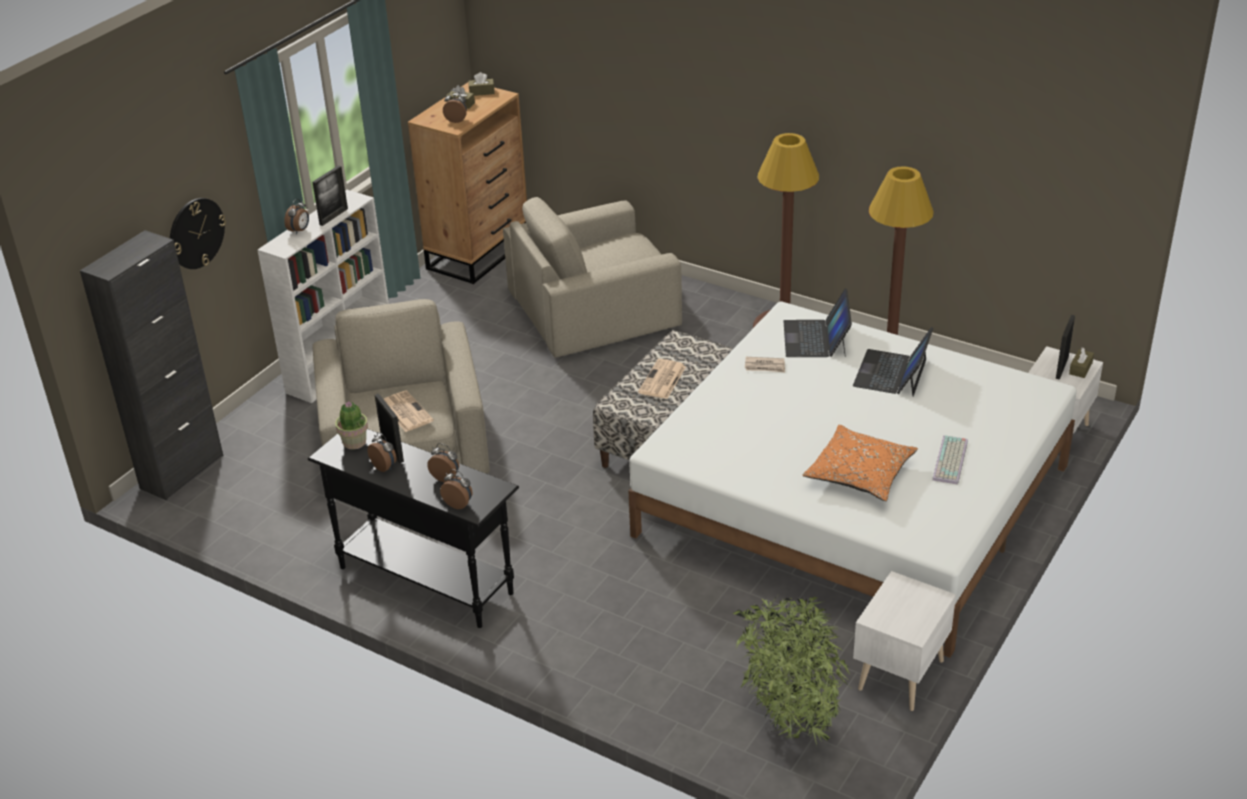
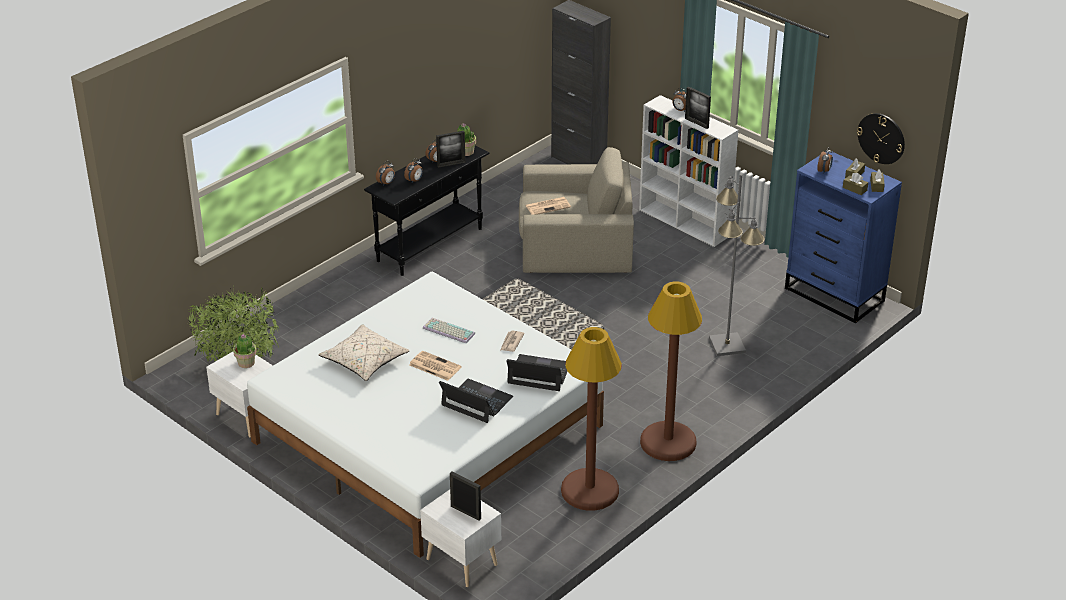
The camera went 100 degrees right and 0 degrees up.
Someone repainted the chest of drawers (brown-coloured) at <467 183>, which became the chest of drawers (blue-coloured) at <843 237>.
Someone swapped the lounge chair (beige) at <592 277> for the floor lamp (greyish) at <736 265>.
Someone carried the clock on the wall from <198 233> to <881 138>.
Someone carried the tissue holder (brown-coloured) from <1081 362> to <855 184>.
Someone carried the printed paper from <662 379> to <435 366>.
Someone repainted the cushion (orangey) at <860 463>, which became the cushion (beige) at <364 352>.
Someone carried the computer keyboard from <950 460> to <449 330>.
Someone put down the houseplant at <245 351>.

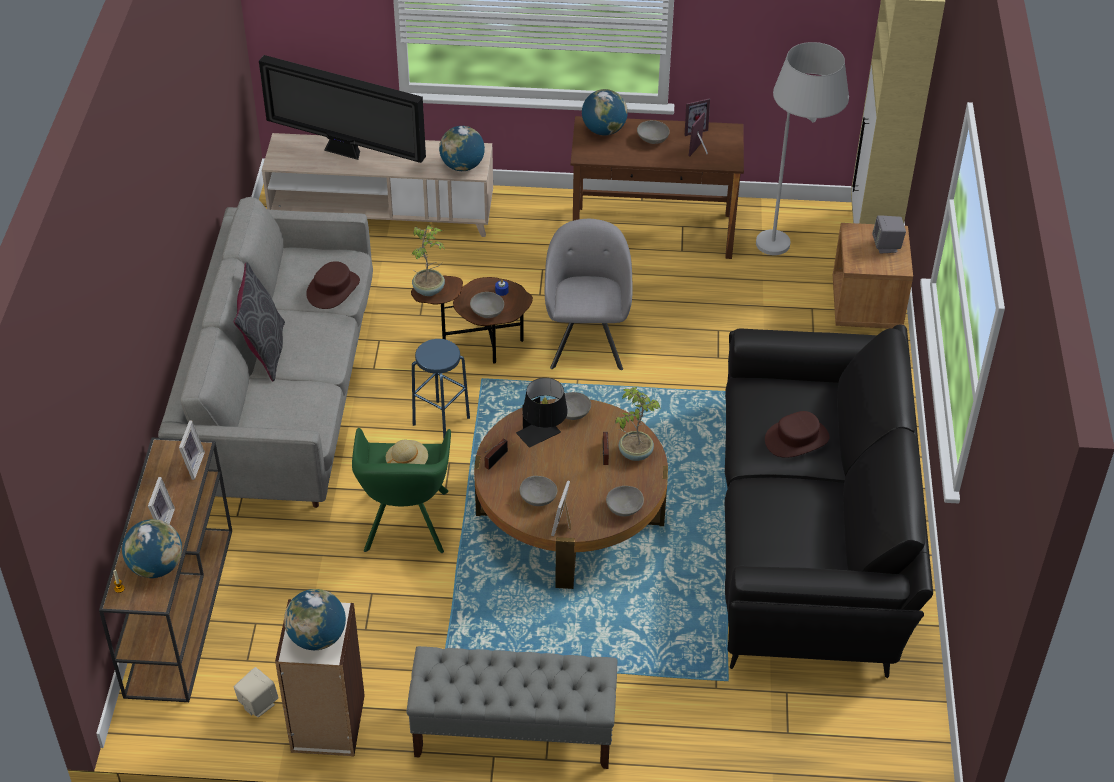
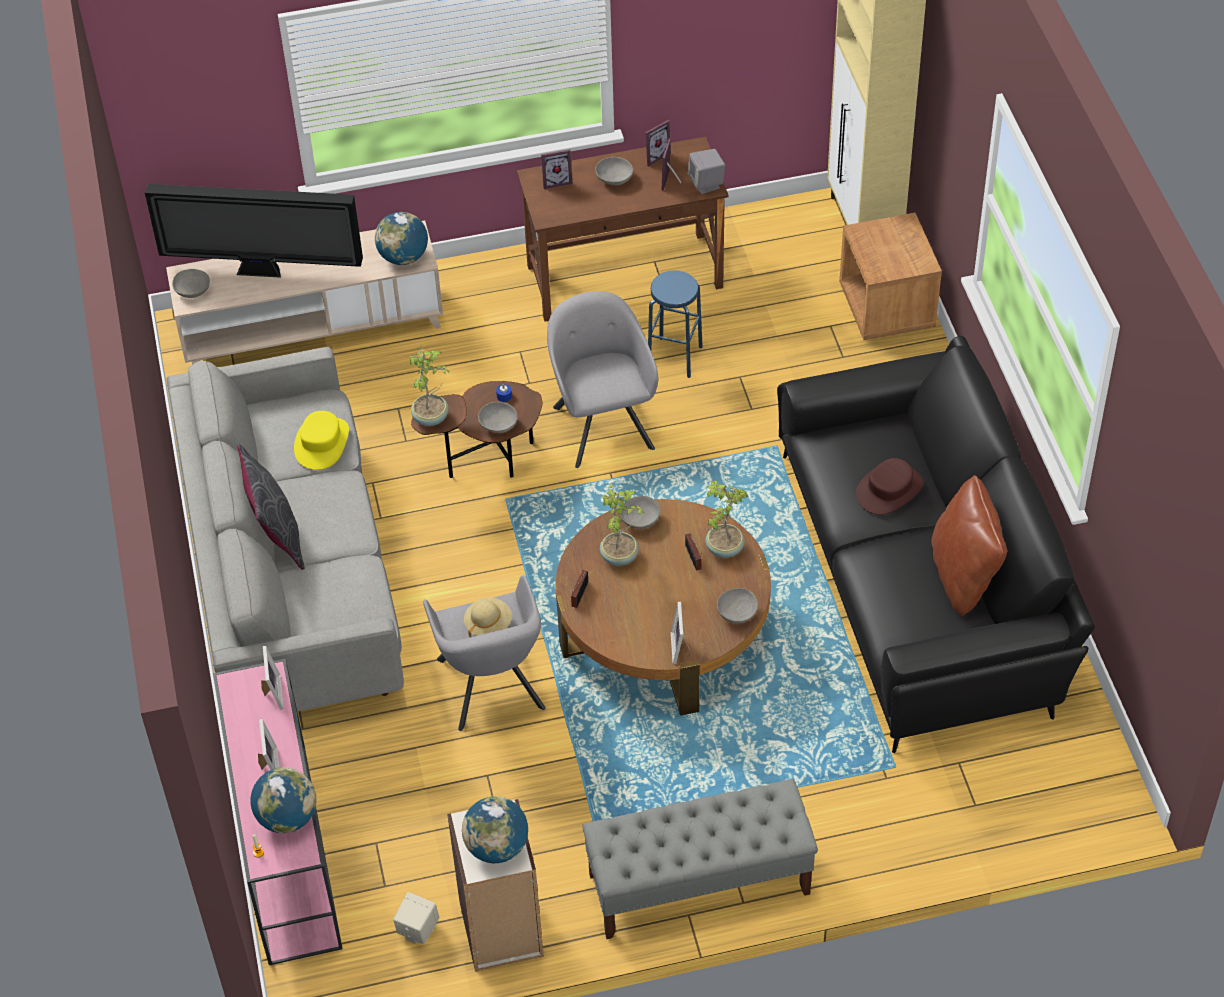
The camera went 15 degrees left and 5 degrees up.
Someone took away the floor lamp (whitish) at <802 148>.
Someone swapped the desk globe at <605 112> for the standing frame at <556 169>.
Someone carried the audio speaker (greyish) from <889 234> to <706 171>.
Someone repainted the hat (brown-coloured) at <333 285>, which became the hat (yellow-coloured) at <321 440>.
Someone carried the stool (blue-coloured) from <441 389> to <675 324>.
Someone swapped the lamp for a table (black) at <542 413> for the houseplant at <622 525>.
Someone repainted the lounge chair (green) at <401 490>, which became the lounge chair (greyish) at <484 653>.
Someone repainted the narrow table (brown-coloured) at <165 570>, which became the narrow table (pinkish) at <278 812>.
Someone carried the serving bowl (greyish) from <538 491> to <191 283>.
Someone put down the cushion (brown-coloured) at <969 545>.

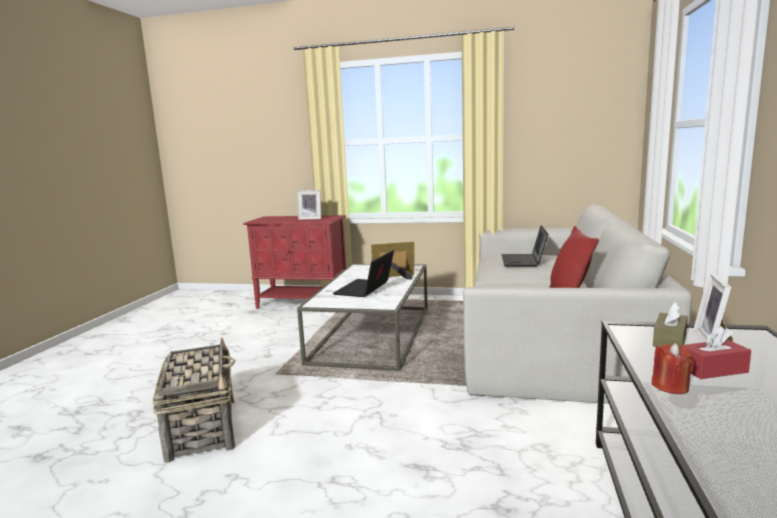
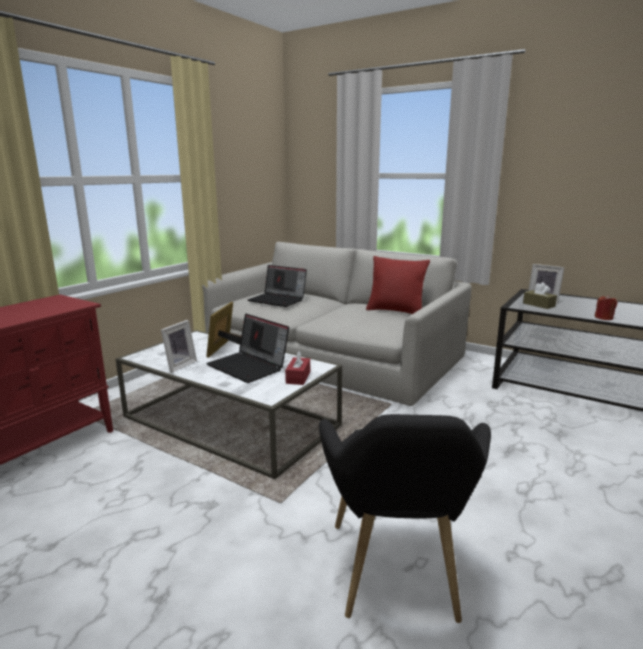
The camera went 70 degrees left and 5 degrees up.
Someone carried the standing frame from <309 205> to <179 346>.
Someone carried the tissue holder (reddish) from <717 352> to <297 367>.
Someone swapped the storage basket at <193 400> for the lounge chair (black) at <405 518>.

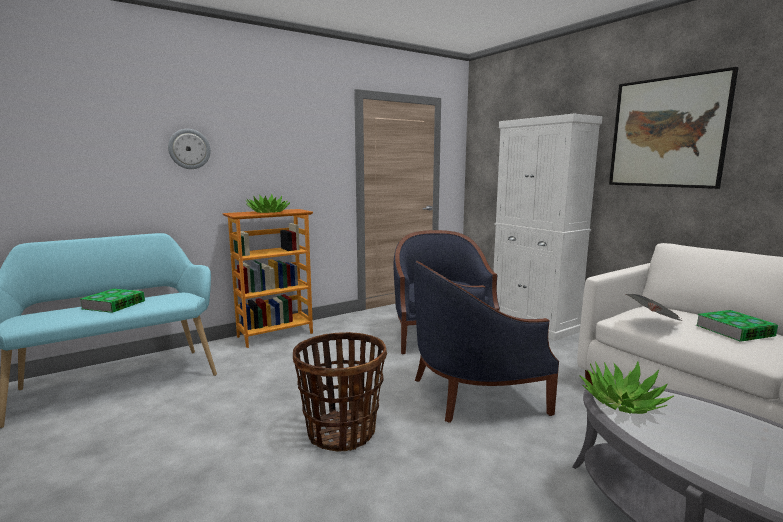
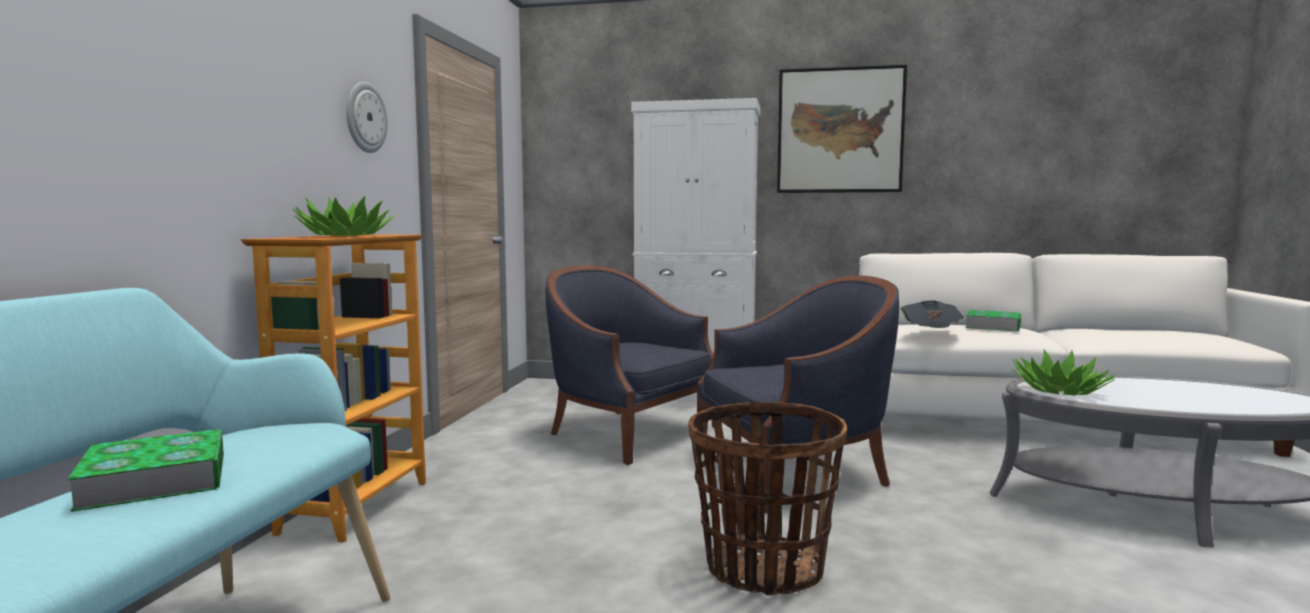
The camera went 45 degrees left and 5 degrees down.
Someone carried the clock on the wall from <189 149> to <367 117>.
Someone rotated the lounge chair (blue-coloured) at <486 342> by 135 degrees counterclockwise.

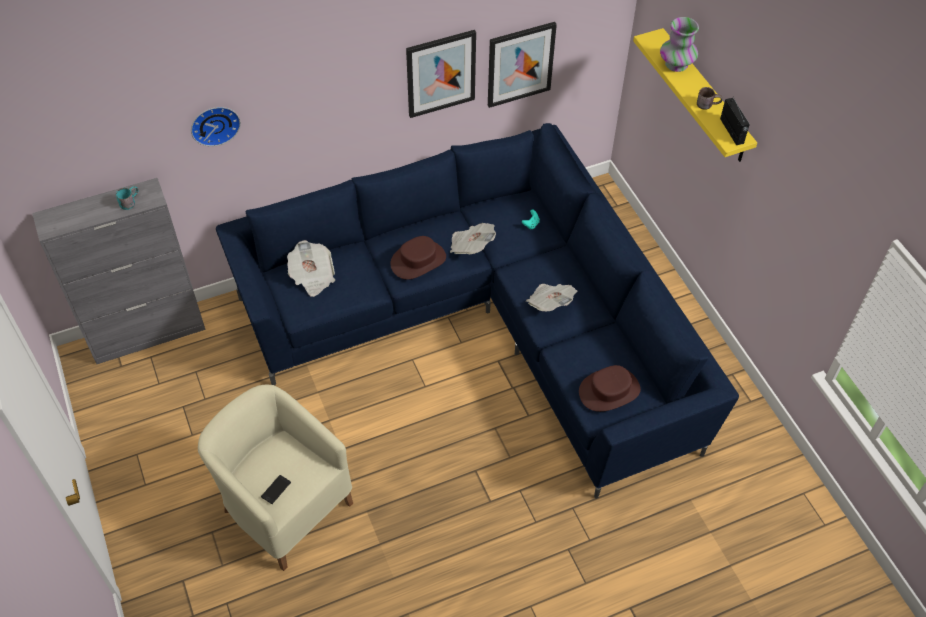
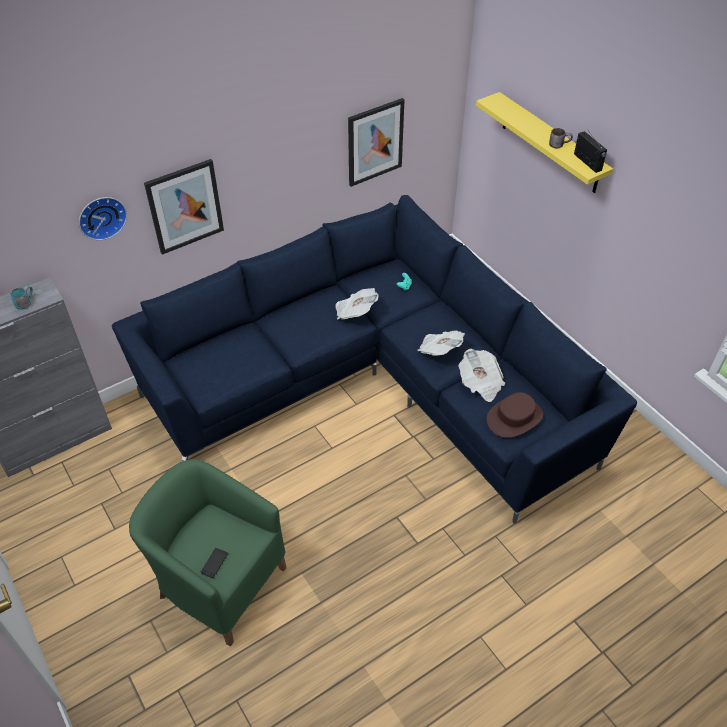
The camera went 10 degrees left and 5 degrees down.
Someone took away the flower vase at <679 44>.
Someone carried the wall art from <441 74> to <184 207>.
Someone took away the hat (brown-coloured) at <418 258>.
Someone carried the printed paper from <311 268> to <482 375>.
Someone repainted the lounge chair (beige) at <275 478>, which became the lounge chair (green) at <208 553>.

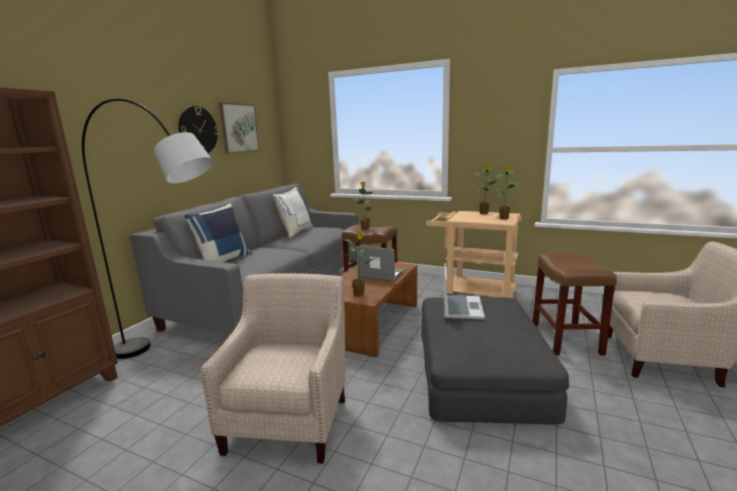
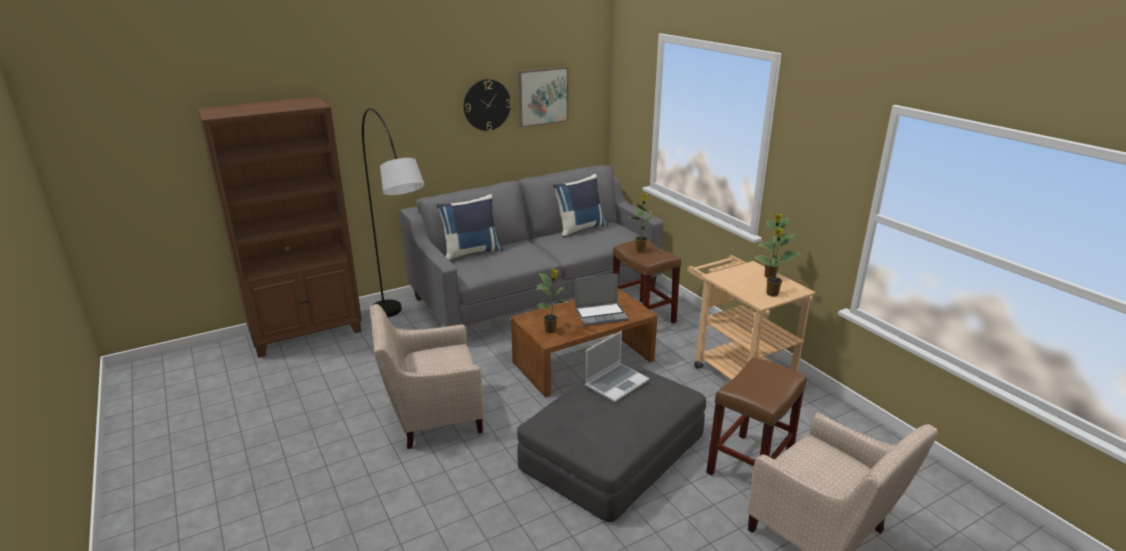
The camera went 35 degrees right and 10 degrees up.
Someone repainted the cushion (whitish) at <293 212>, which became the cushion (blue-coloured) at <580 206>.
Someone rotated the notebook computer at <380 263> by 105 degrees clockwise.
Someone rotated the lounge chair (beige) at <273 368> by 150 degrees counterclockwise.

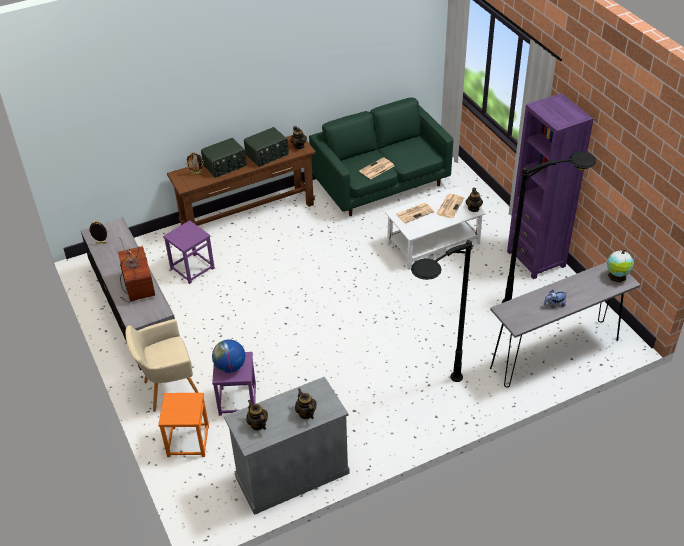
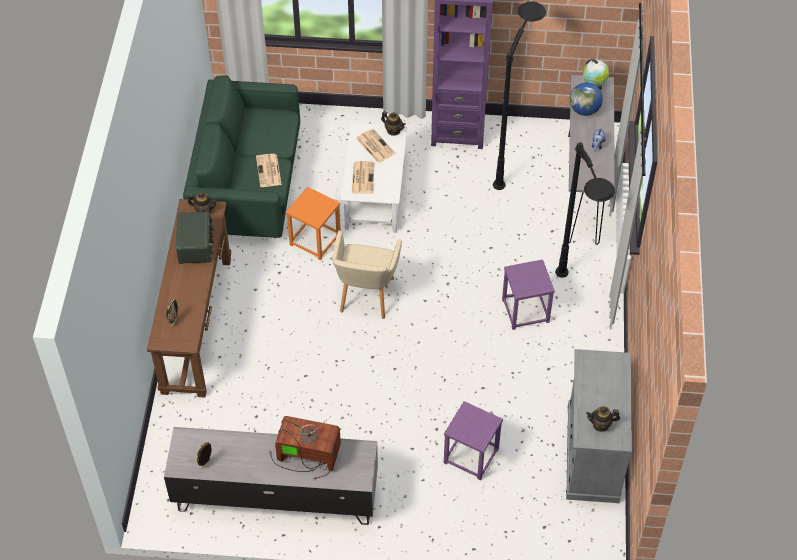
The camera went 60 degrees left and 10 degrees up.
Someone took away the radio receiver at <224 158>.
Someone carried the stool (purple-coloured) from <189 252> to <528 294>.
Someone carried the lounge chair (beige) from <162 365> to <367 274>.
Someone carried the desk globe from <228 356> to <586 99>.
Someone took away the teapot at <305 403>.
Someone carried the stool (orangey) from <183 425> to <313 223>.

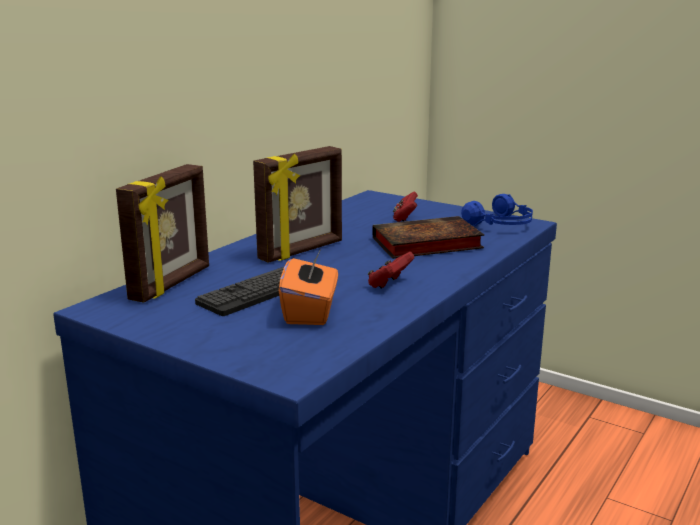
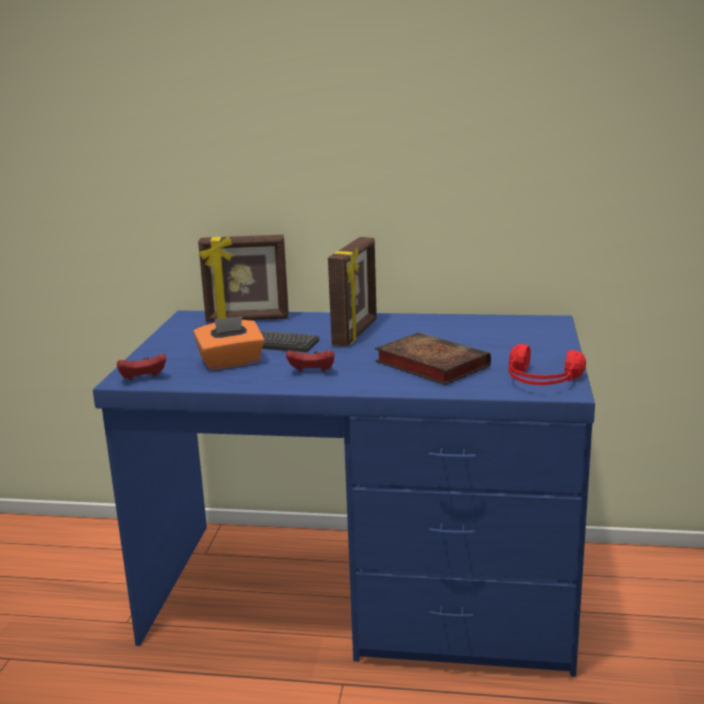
The camera went 65 degrees right and 0 degrees up.
Someone rotated the standing frame at <297 204> by 90 degrees counterclockwise.
Someone carried the joypad (reddish) from <405 207> to <141 367>.
Someone repainted the headphones (blue-coloured) at <497 210>, which became the headphones (reddish) at <547 364>.

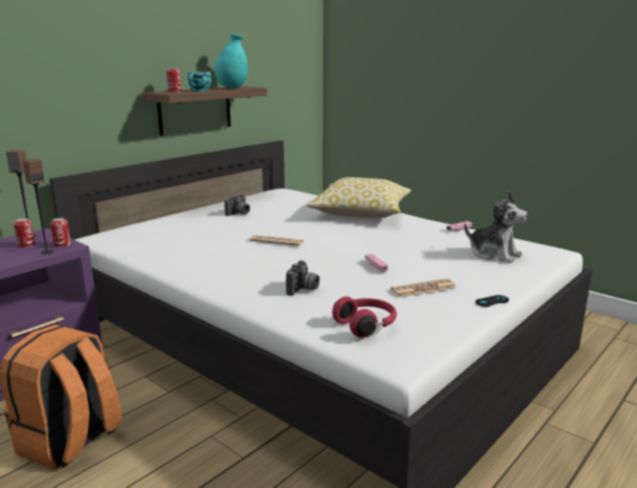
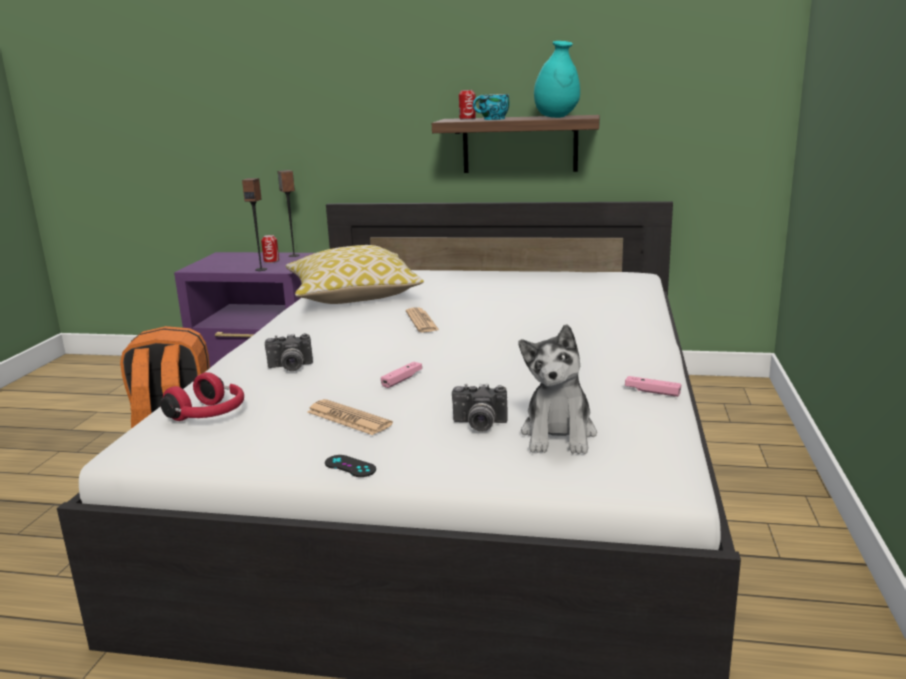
The camera went 60 degrees right and 0 degrees up.
Someone carried the cushion from <358 197> to <355 274>.
Someone carried the photo camera from <237 205> to <480 408>.
Someone took away the can at <60 233>.

